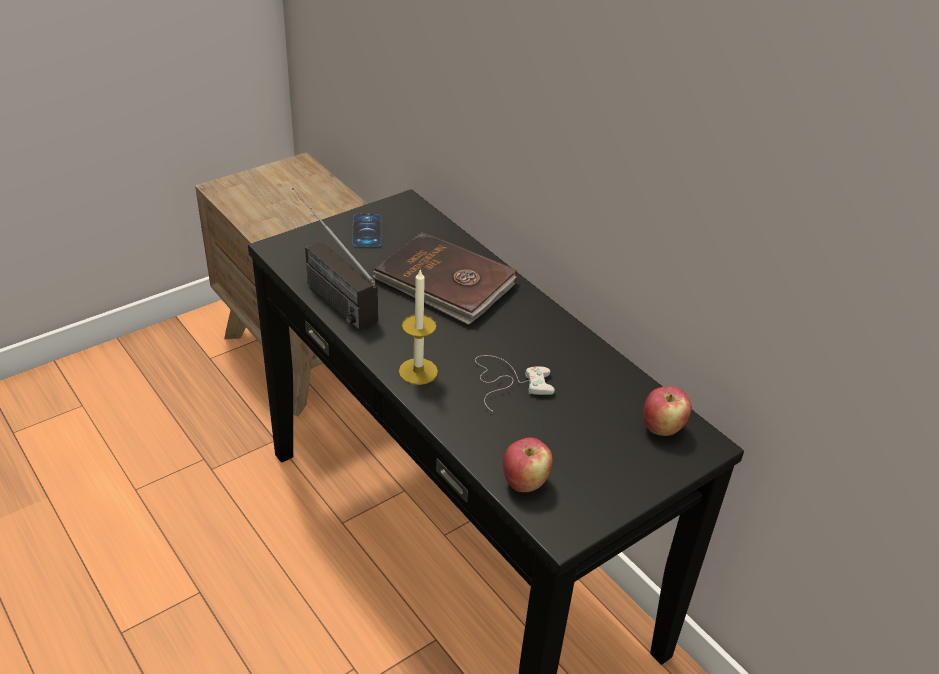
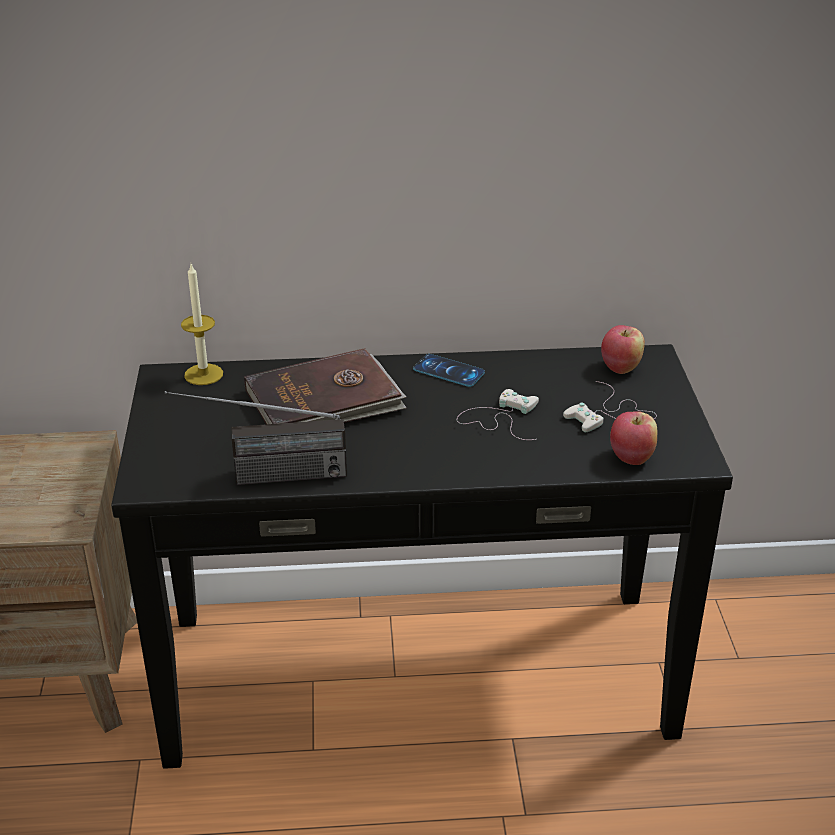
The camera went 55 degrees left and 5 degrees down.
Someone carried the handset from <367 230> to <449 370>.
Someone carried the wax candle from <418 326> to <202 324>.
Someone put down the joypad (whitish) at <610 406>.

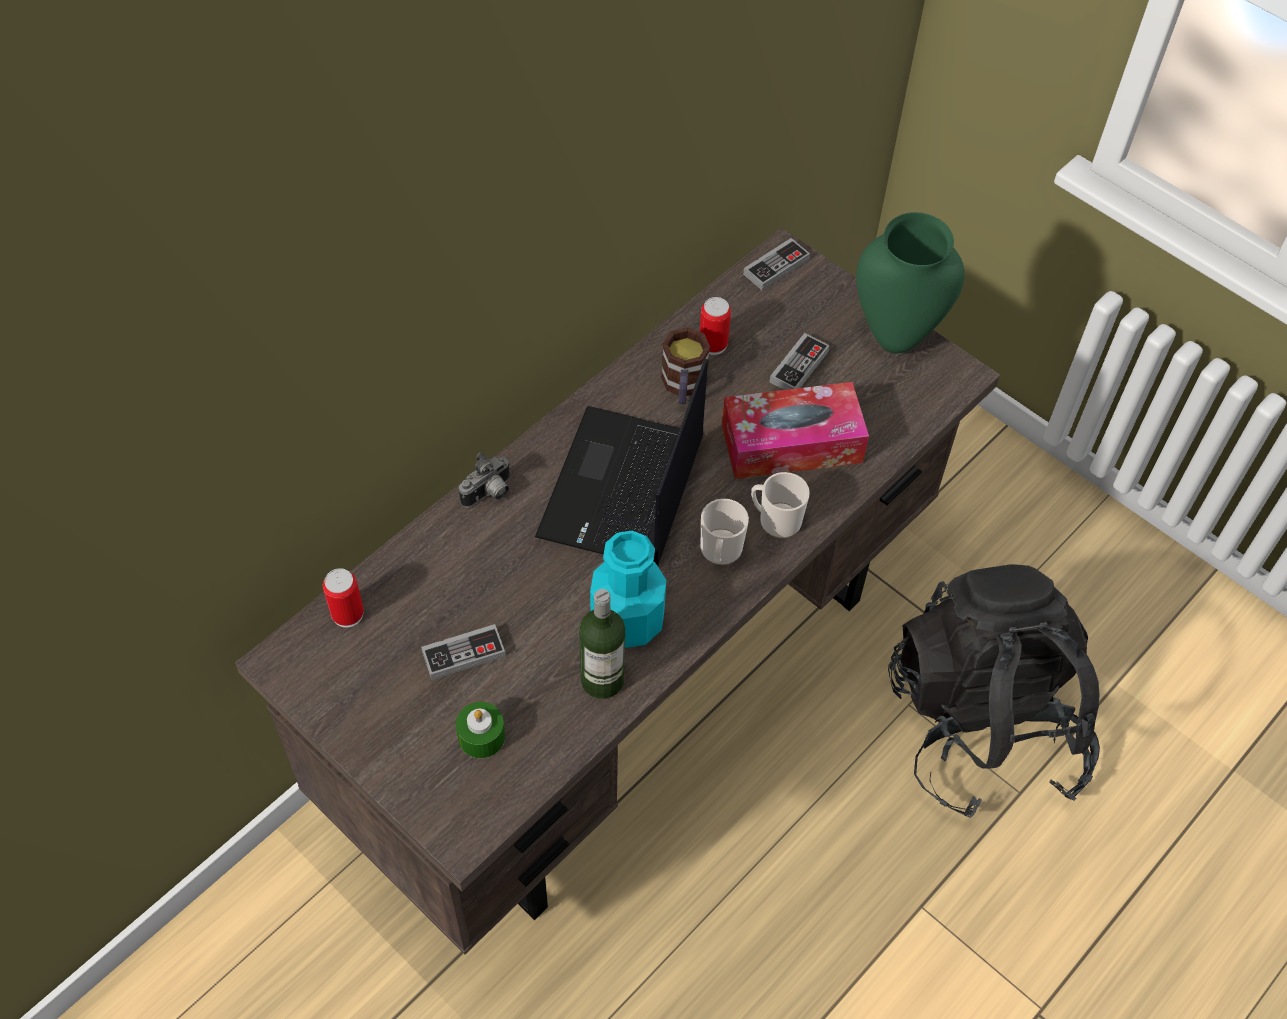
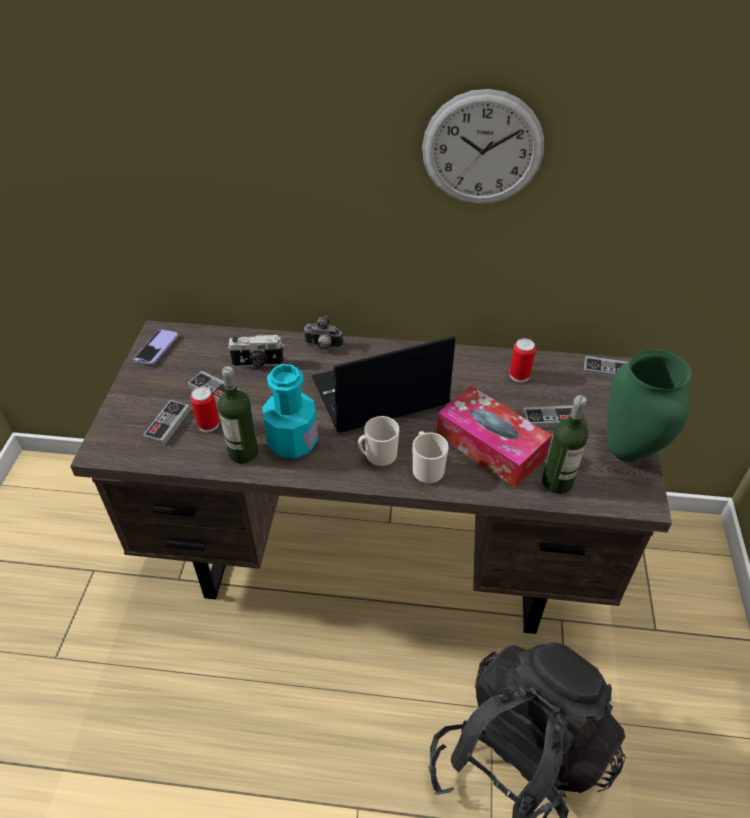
The camera went 55 degrees right and 10 degrees down.
Someone took away the tea mug at <685 365>.
Someone carried the can from <343 598> to <204 409>.
Someone swapped the wax candle (green) at <480 730> for the joypad at <167 423>.
Someone put up the clock on the wall at <483 146>.
Someone put down the handset at <155 347>.
Someone put down the photo camera at <256 351>.
Someone put down the drink bottle at <565 444>.

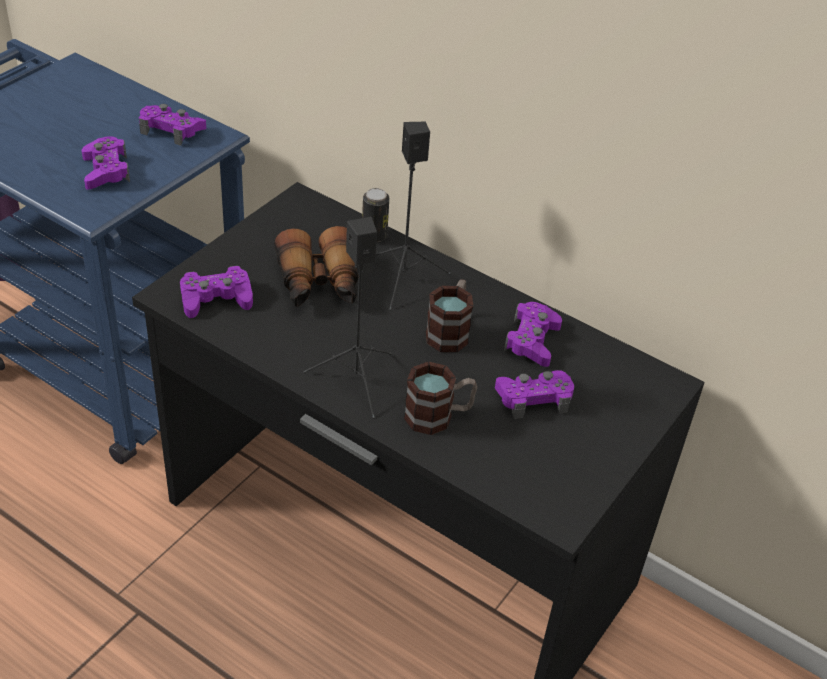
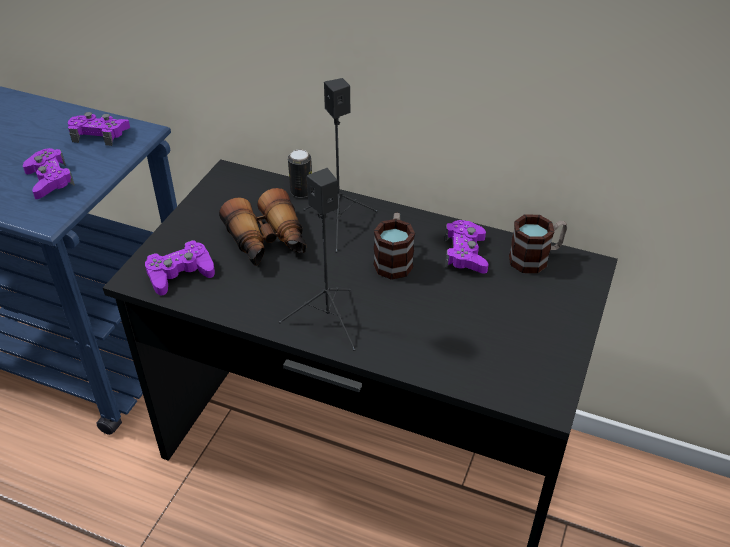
The camera went 10 degrees left and 0 degrees up.
Someone carried the tea mug from <440 398> to <538 243>.
Someone took away the joypad (purple-coloured) at <534 394>.

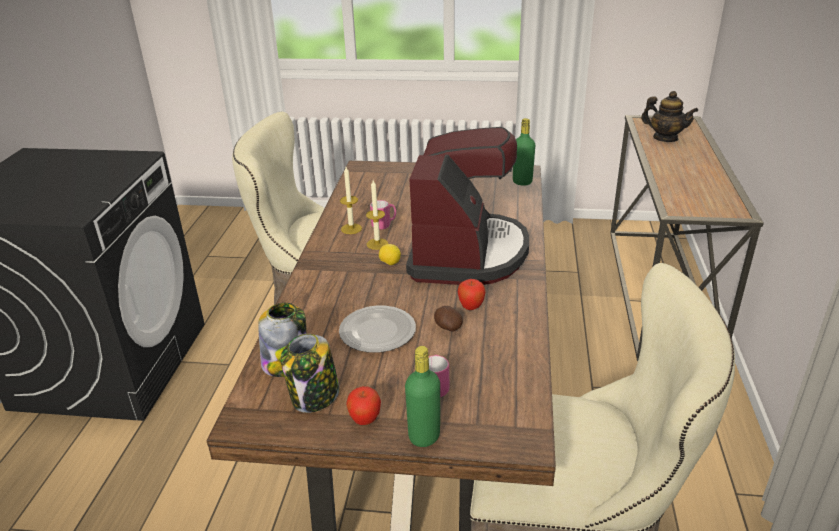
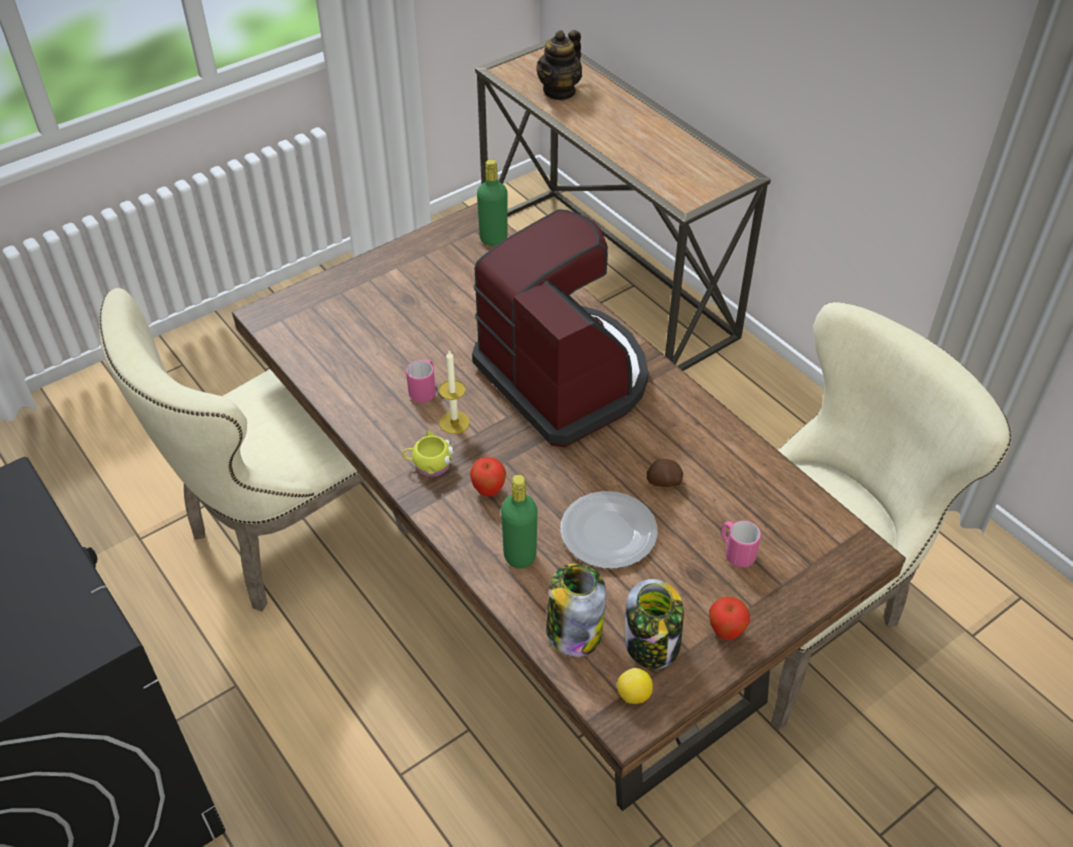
The camera went 45 degrees left and 15 degrees up.
Someone rotated the teapot at <669 116> by 135 degrees clockwise.
Someone took away the wax candle at <351 200>.
Someone carried the citrus fruit from <390 254> to <635 686>.
Someone carried the whole apple from <472 294> to <488 477>.
Someone carried the drink bottle (green) from <422 396> to <519 521>.
Someone put down the tea mug (yellow-coloured) at <428 453>.

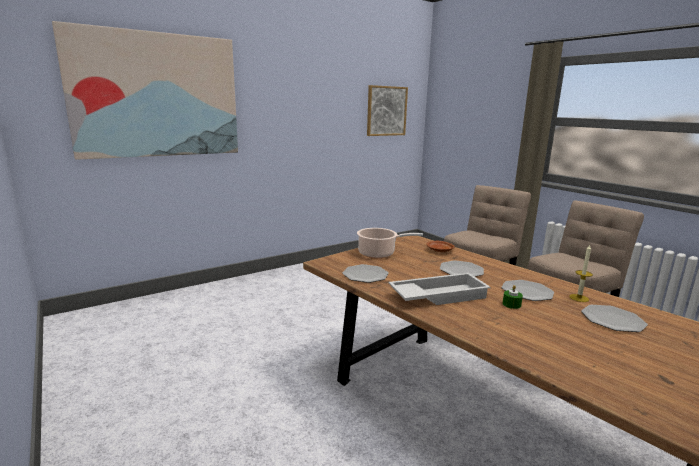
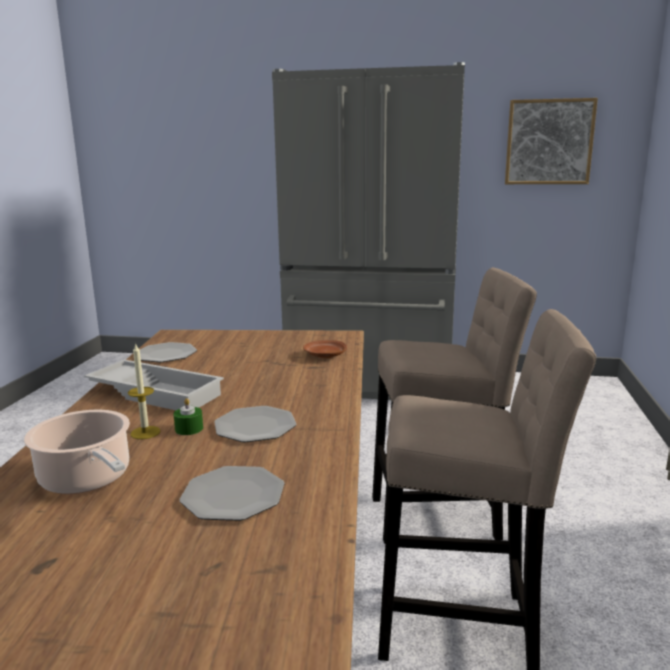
The camera went 45 degrees right and 0 degrees up.
Someone took away the wall art at <145 90>.
Someone carried the stockpot from <390 243> to <77 452>.
Someone carried the wax candle from <581 273> to <144 391>.
Someone took away the plate at <462 268>.
Someone put down the fridge (greyish) at <368 231>.

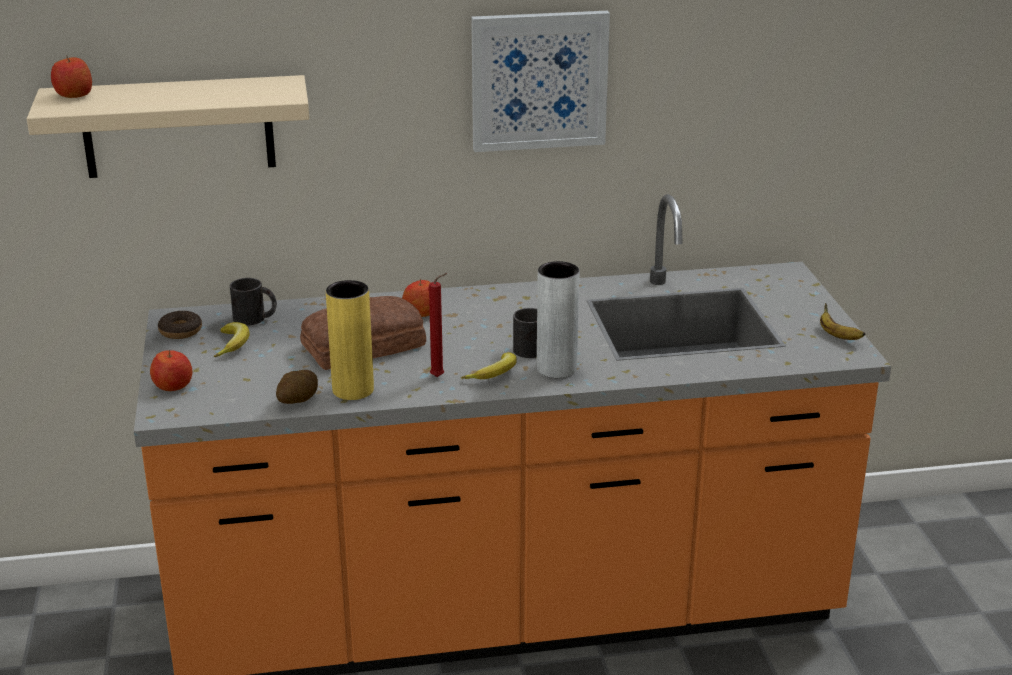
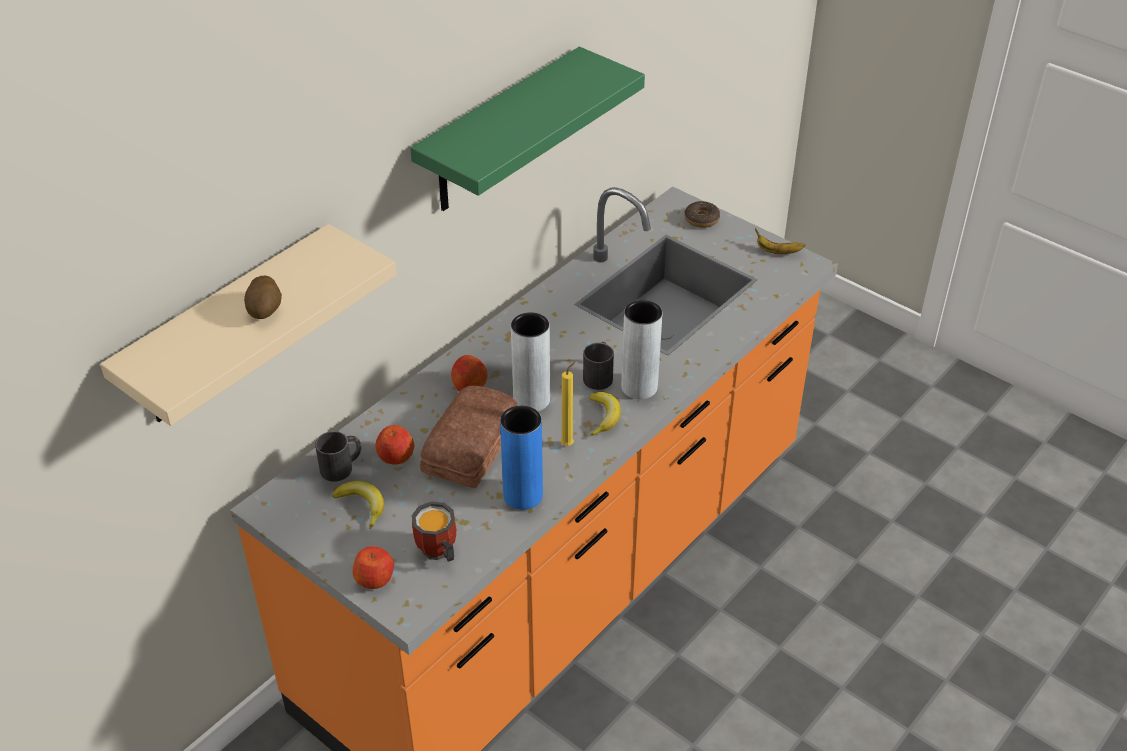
The camera went 40 degrees left and 15 degrees up.
Someone swapped the wall art at <540 81> for the wall shelf (green) at <527 129>.
Someone carried the whole apple from <71 77> to <395 445>.
Someone repainted the wax candle (reddish) at <438 325>, which became the wax candle (yellow-coloured) at <568 403>.
Someone repainted the flower vase (yellow-coloured) at <350 340>, which became the flower vase (blue-coloured) at <521 458>.
Someone carried the ring doughnut from <180 324> to <702 214>.
Someone carried the potato from <297 387> to <263 297>.
Someone put down the flower vase (greyish) at <530 361>.
Someone put down the tea mug at <434 531>.

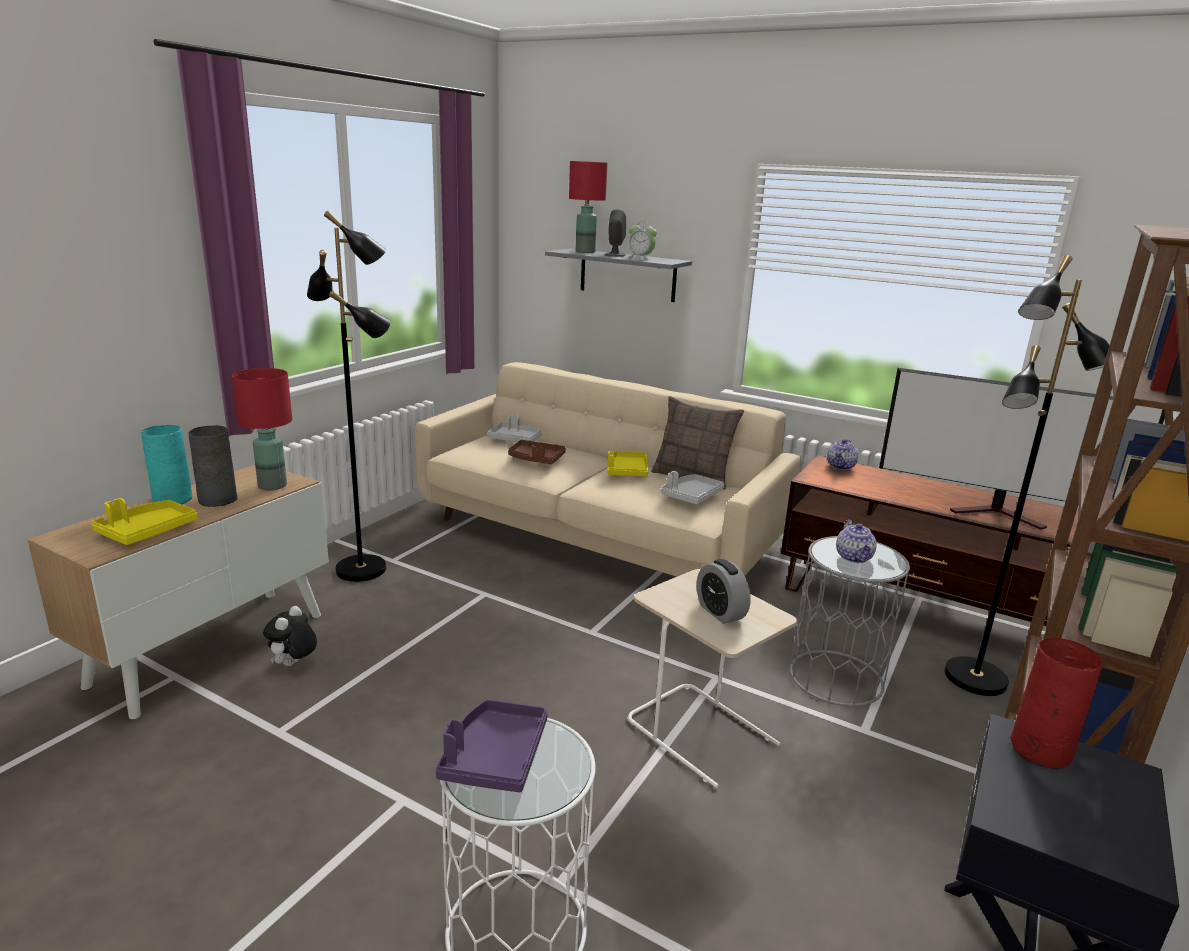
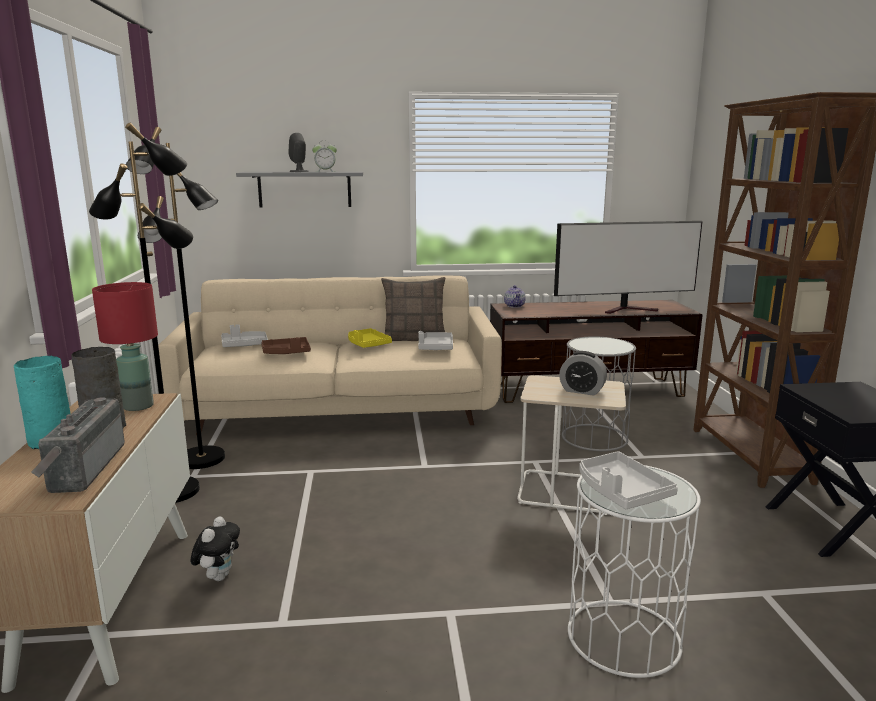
The camera went 35 degrees left and 5 degrees down.
Someone took away the lamp for a table (reddish) at <588 207>.
Someone carried the floor lamp (black) from <1026 475> to <175 298>.
Someone swapped the carrying tray (yellow-coloured) at <144 521> for the radio receiver at <78 445>.
Someone took away the teapot at <856 541>.
Someone rotated the soft toy at <290 636> by 150 degrees counterclockwise.
Someone took away the flower vase (reddish) at <1056 703>.
Someone repainted the carrying tray (purple-coloured) at <492 745>, which became the carrying tray (greyish) at <628 480>.

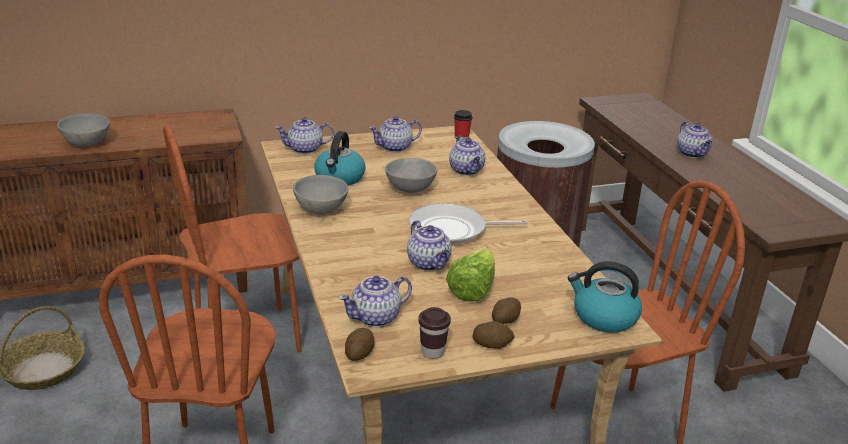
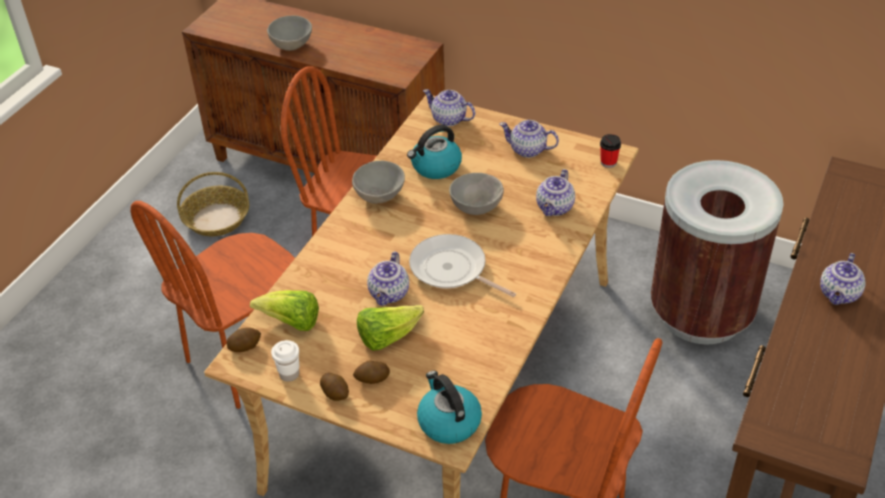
The camera went 45 degrees right and 15 degrees up.
Someone swapped the teapot at <375 301> for the lettuce head at <284 310>.
Someone repainted the small cup (brown-coloured) at <434 333>, which became the small cup (whitish) at <285 361>.

